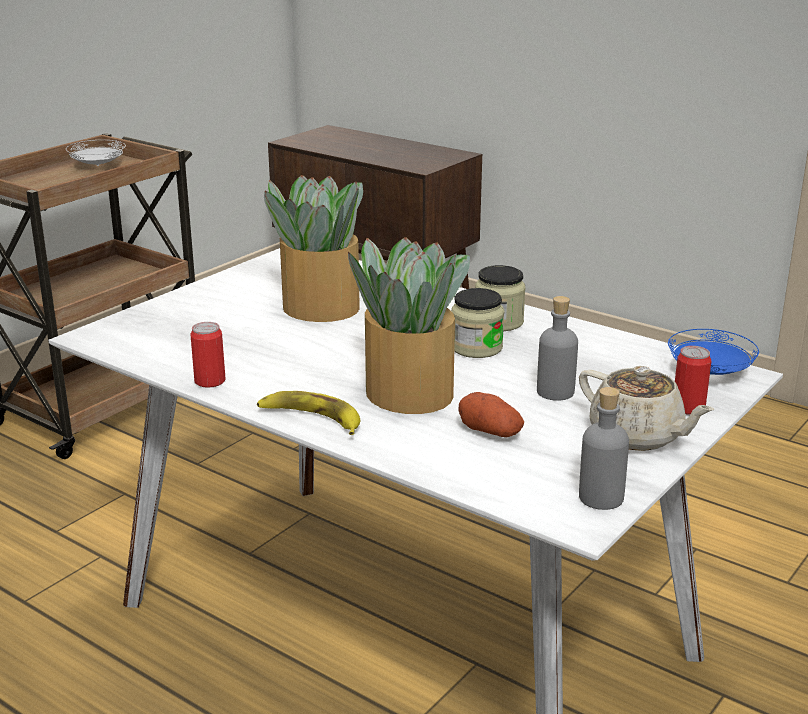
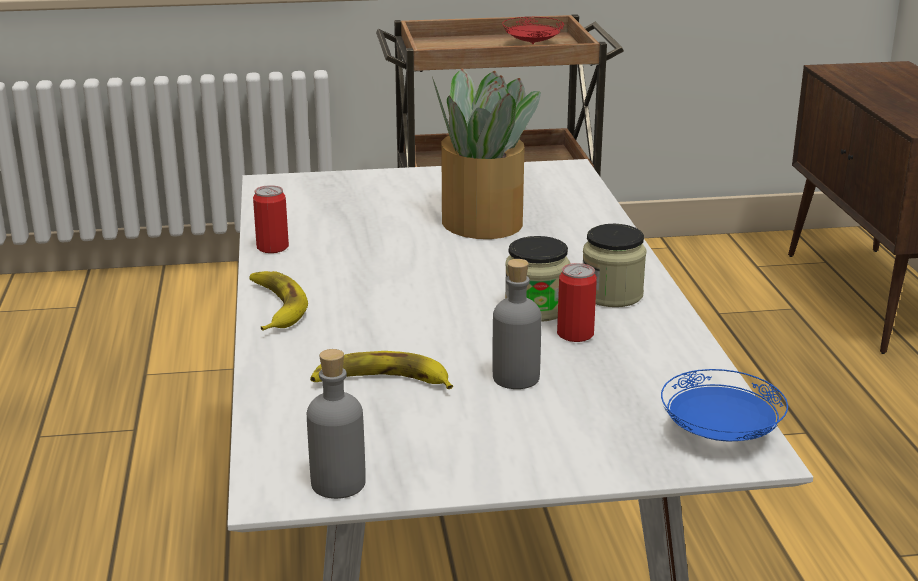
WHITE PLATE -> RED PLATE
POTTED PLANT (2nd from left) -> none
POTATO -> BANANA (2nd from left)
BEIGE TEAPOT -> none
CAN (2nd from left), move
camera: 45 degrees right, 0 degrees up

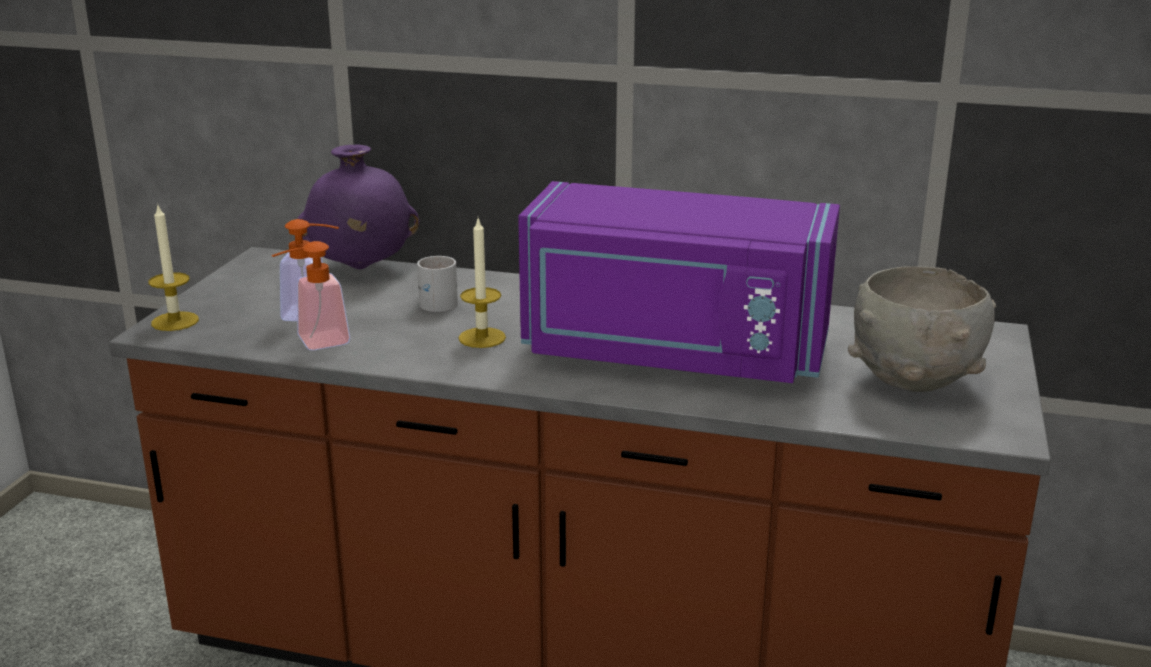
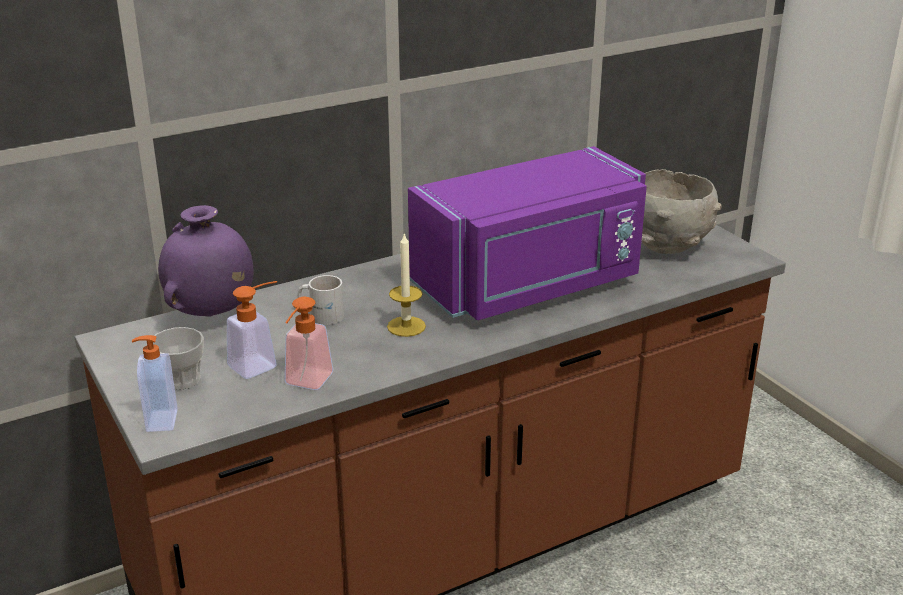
CANDLE (1st from left) -> SOAP DISPENSER (1st from left)
none -> CUP
camera: 45 degrees left, 5 degrees up

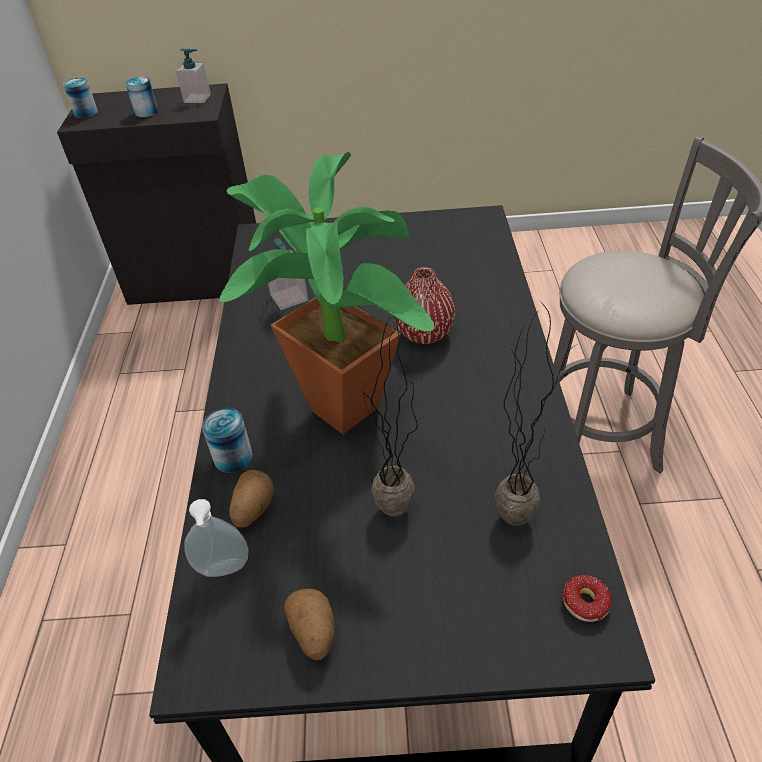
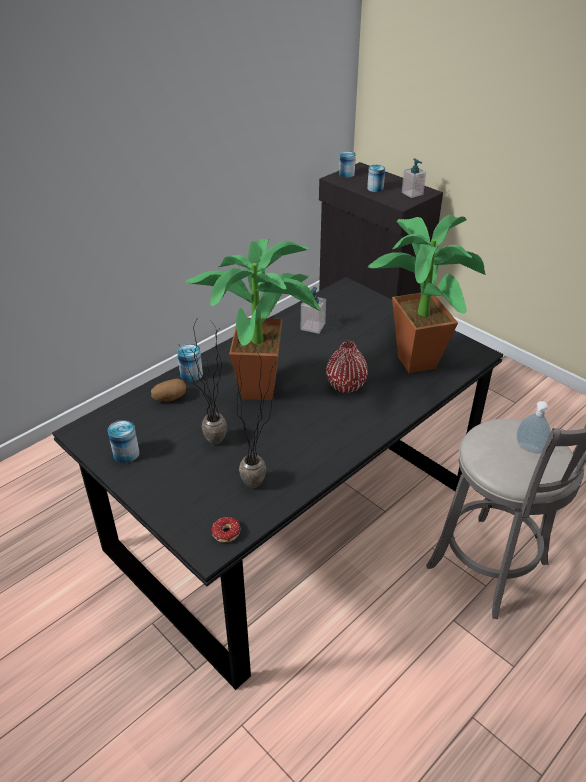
SOAP DISPENSER (2nd from left in the first image) -> SOAP DISPENSER (3rd from left), move
POTATO (2nd from left) -> CAN (1st from left)
none -> POTTED PLANT (4th from left)
camera: 45 degrees right, 5 degrees down

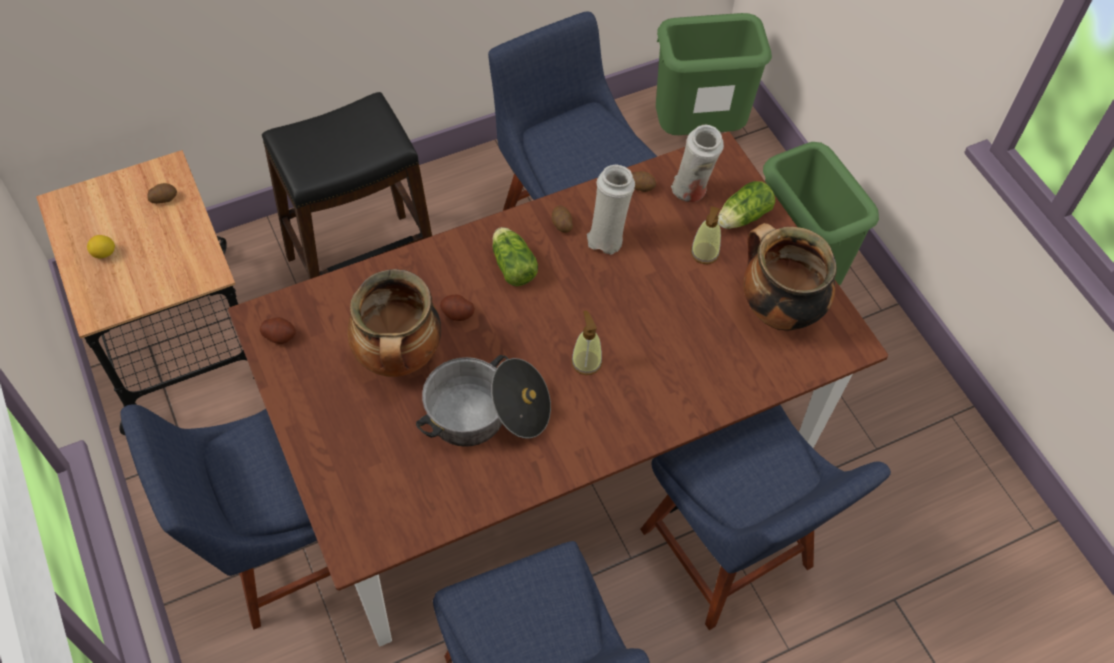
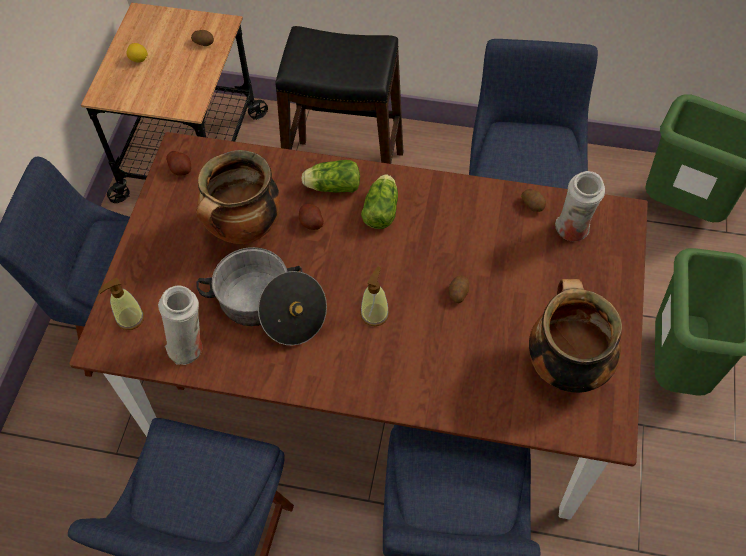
POTATO (4th from left), move
WHITE VASE (1st from left), move
SOAP DISPENSER (2nd from left in the first image) -> SOAP DISPENSER (1st from left), move
LETTUCE (2nd from left in the first image) -> LETTUCE (1st from left), move
camera: 40 degrees right, 0 degrees up

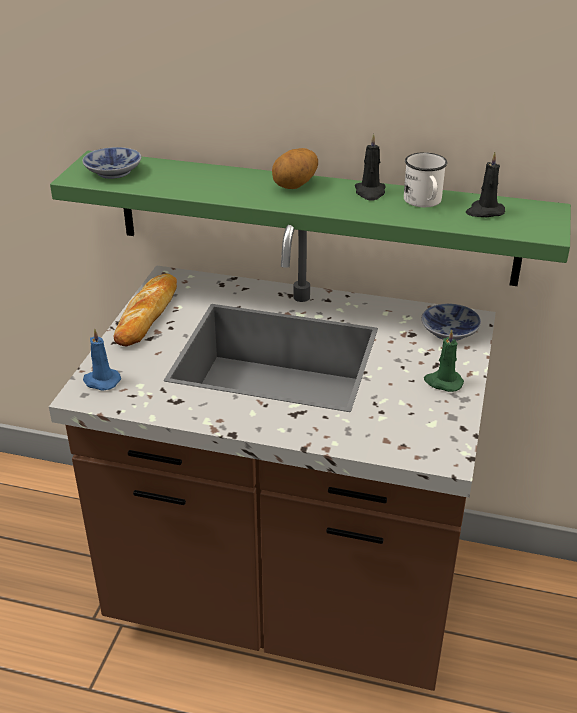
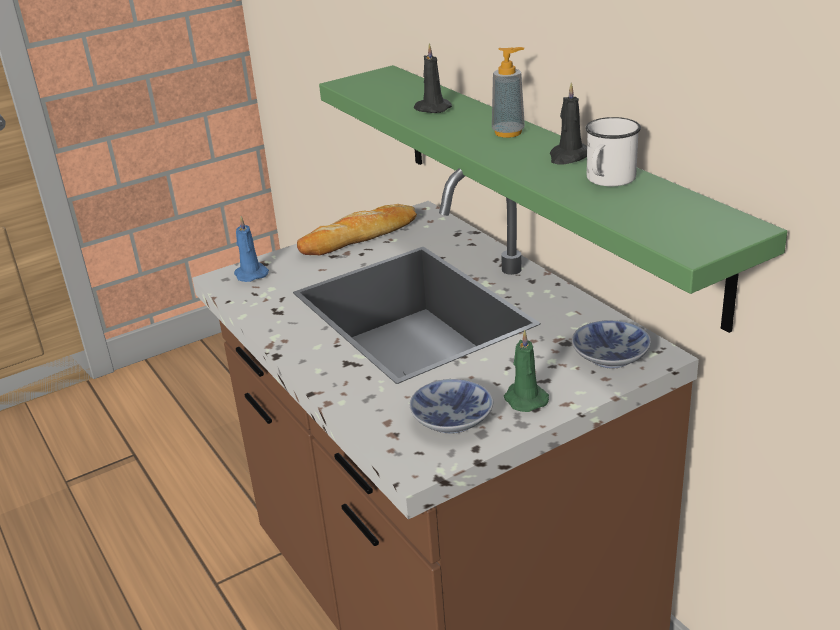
BOWL (1st from left), move
POTATO -> SOAP DISPENSER
BLACK CANDLE (2nd from left in the first image) -> BLACK CANDLE (1st from left), move
camera: 45 degrees right, 5 degrees down

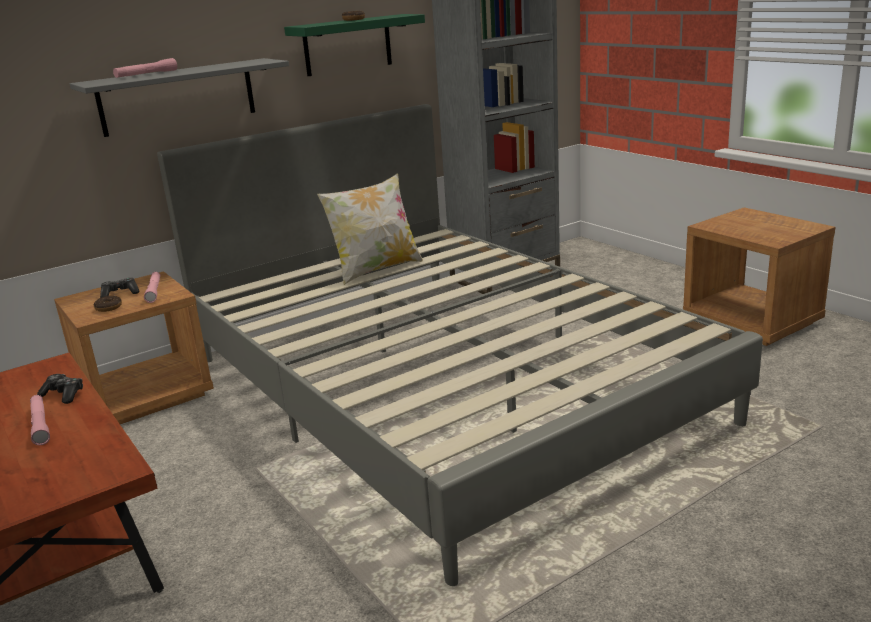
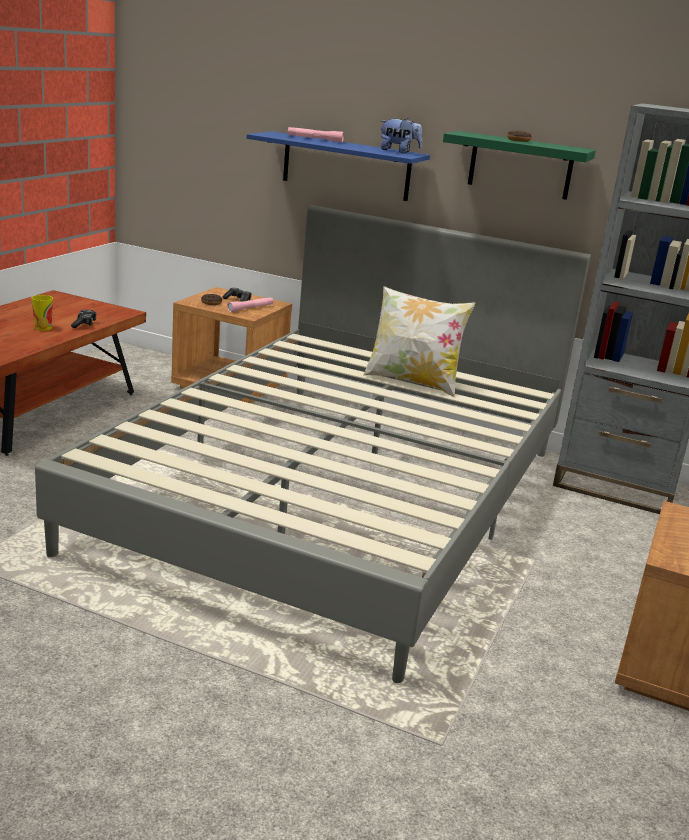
PINK FLASHLIGHT (1st from left) -> CUP
GREY SHELF -> BLUE SHELF
none -> PLUSH TOY
camera: 55 degrees right, 0 degrees up

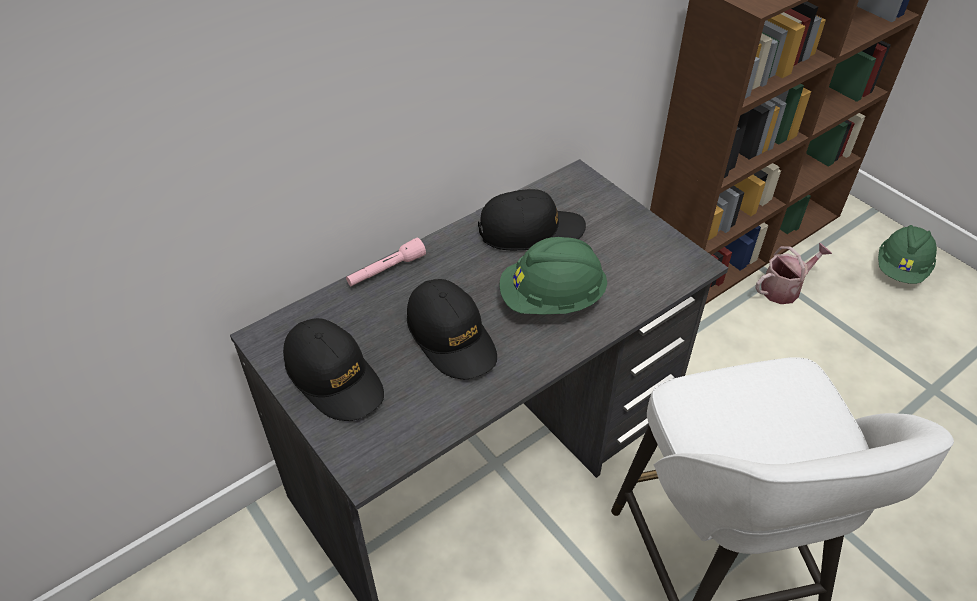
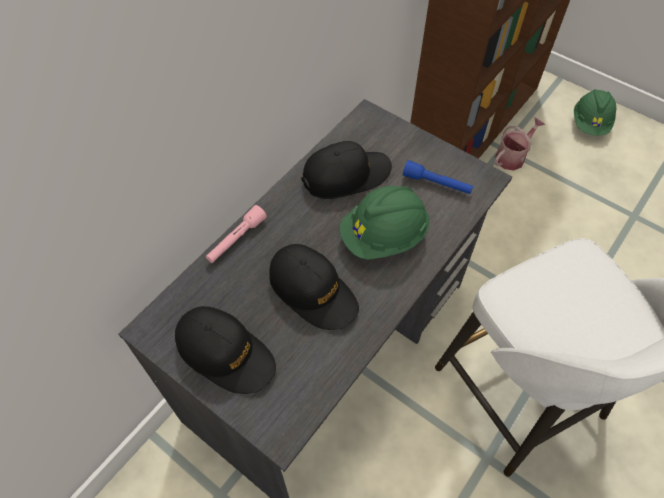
none -> BLUE FLASHLIGHT
camera: 15 degrees left, 10 degrees up

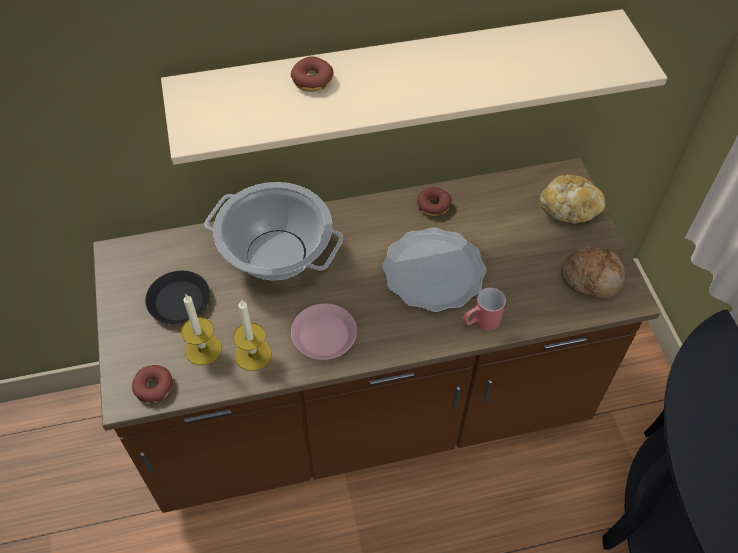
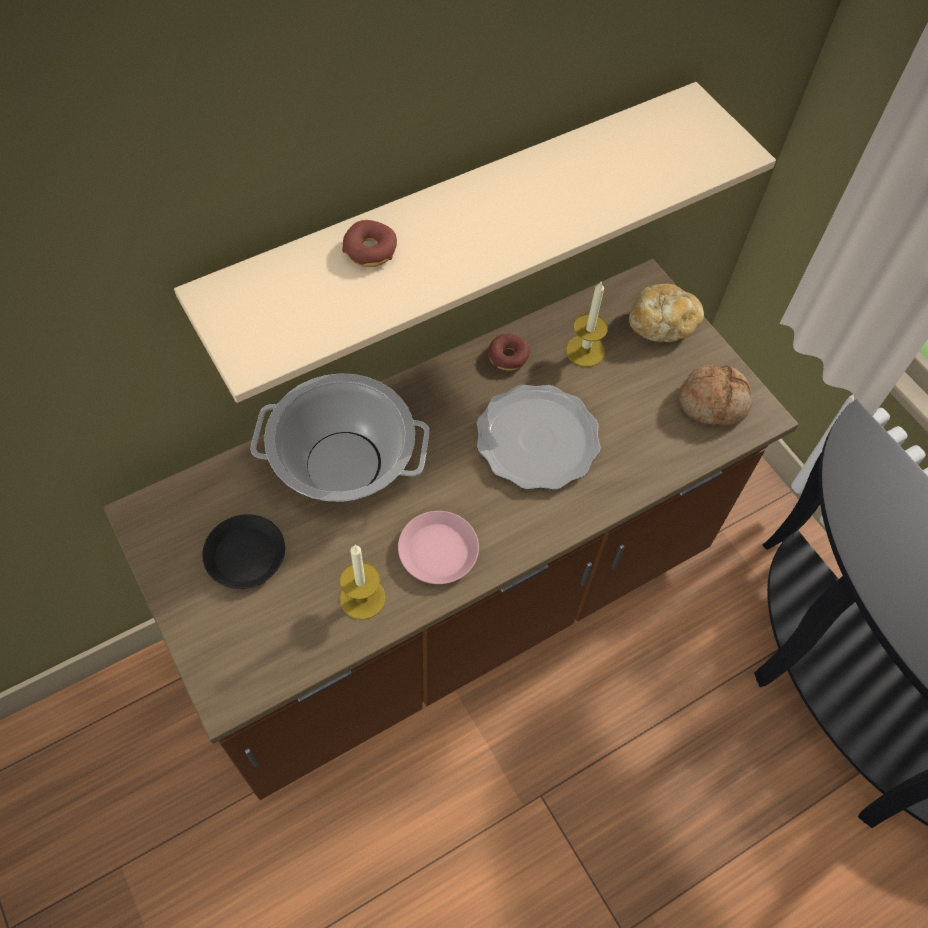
DONUT (1st from left) -> none
CANDLE (1st from left in the first image) -> CANDLE (2nd from left), move
RED MUG -> none
camera: 20 degrees left, 5 degrees up

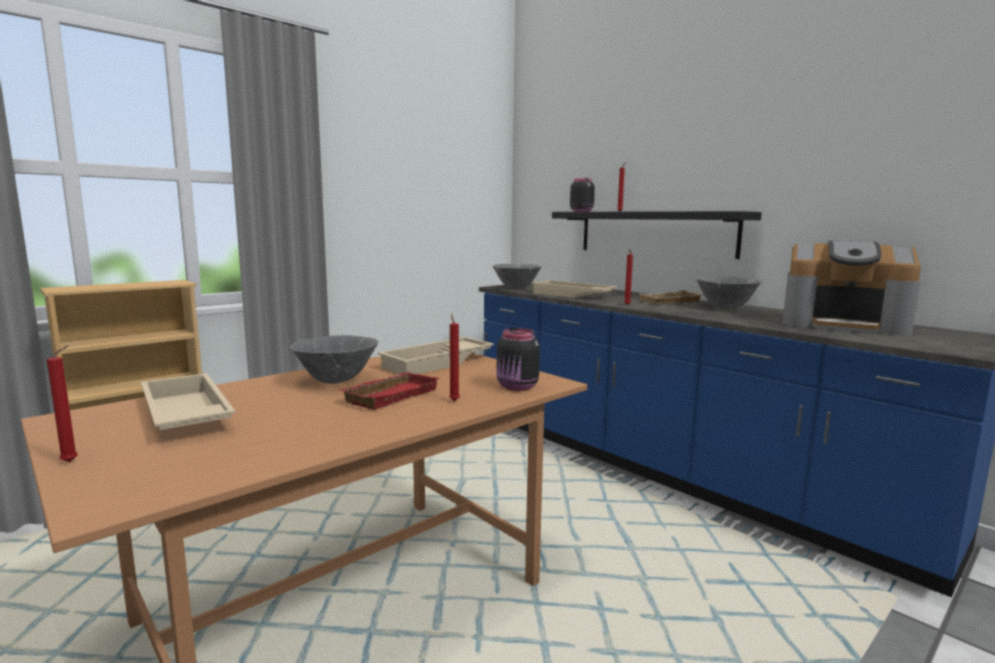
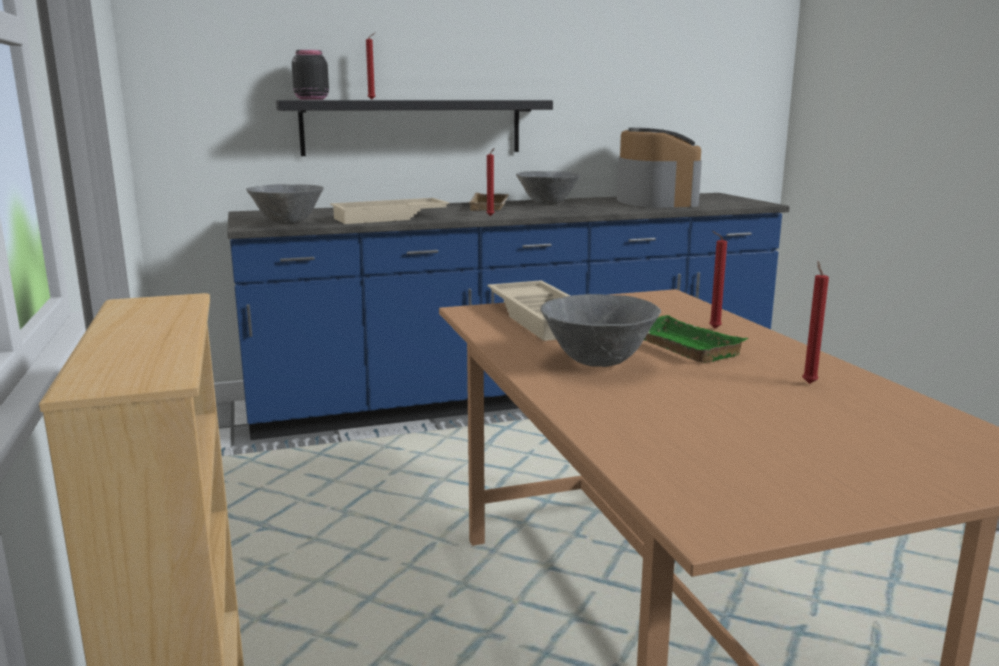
RED CANDLE (1st from left in the first image) -> RED CANDLE (4th from left), move
BEIGE TRAY (1st from left) -> none
RED TRAY -> GREEN TRAY
BLACK JAR (1st from left) -> none
COFFEE MACHINE, 60 degrees counterclockwise
camera: 65 degrees left, 5 degrees up

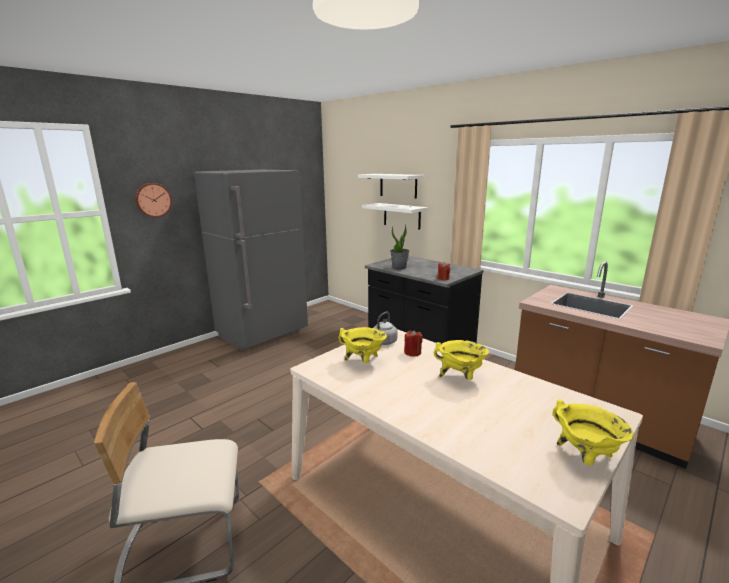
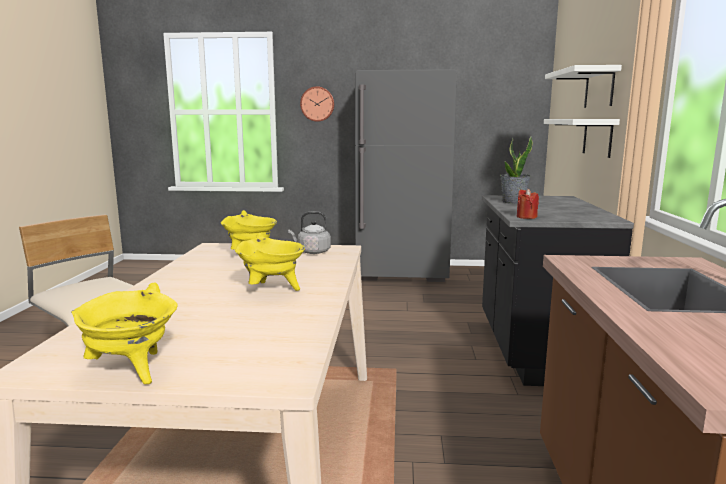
RED CANDLE (1st from left) -> none
camera: 50 degrees right, 5 degrees down

